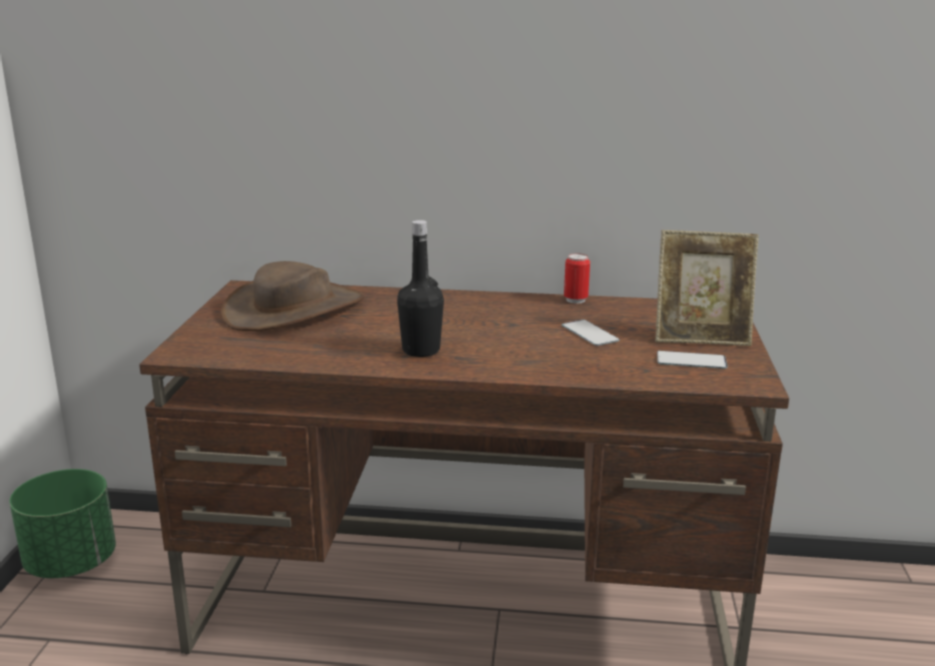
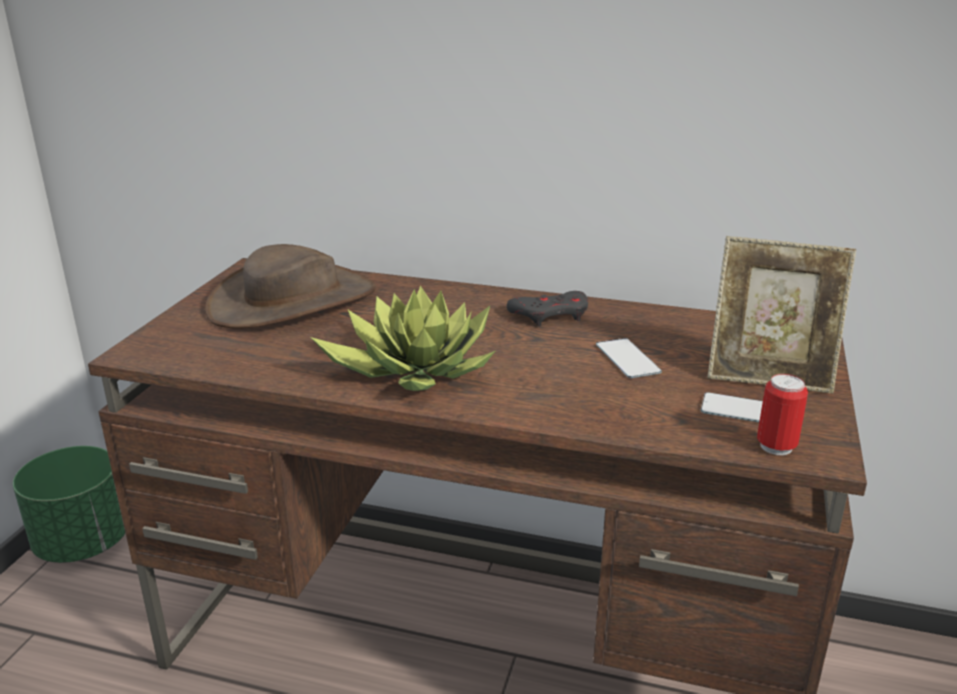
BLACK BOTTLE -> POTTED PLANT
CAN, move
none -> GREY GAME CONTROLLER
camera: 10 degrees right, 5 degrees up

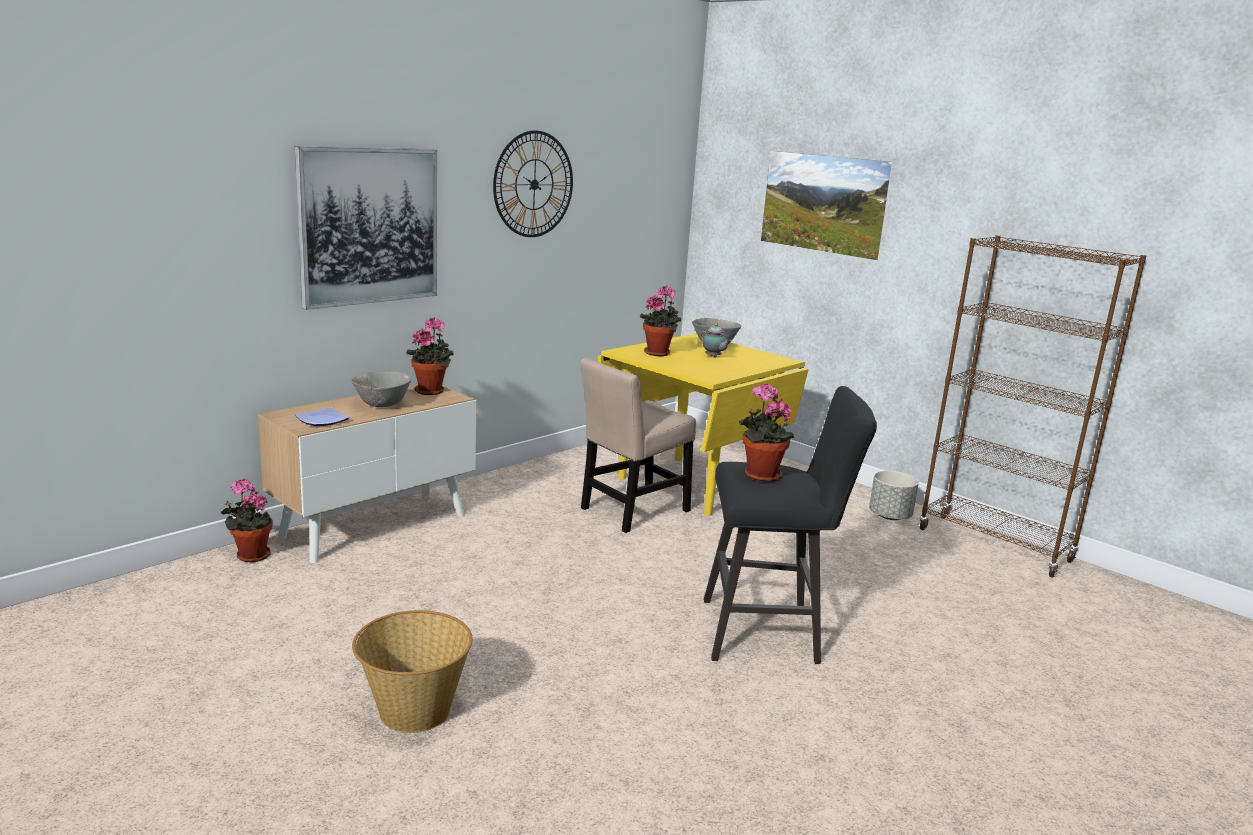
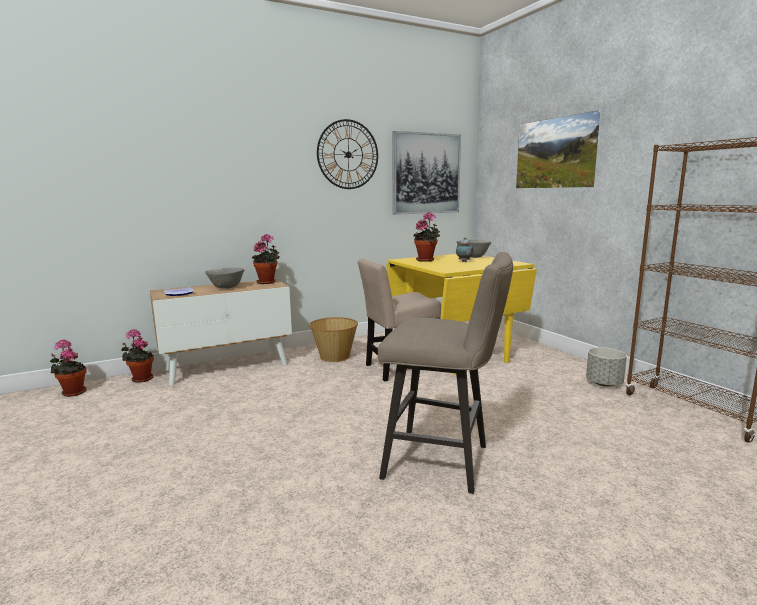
PICTURE (1st from left), move
BASKET, move
BLACK STOOL -> BEIGE STOOL
POTTED PLANT (4th from left in the first image) -> POTTED PLANT (1st from left), move
camera: 20 degrees right, 5 degrees down

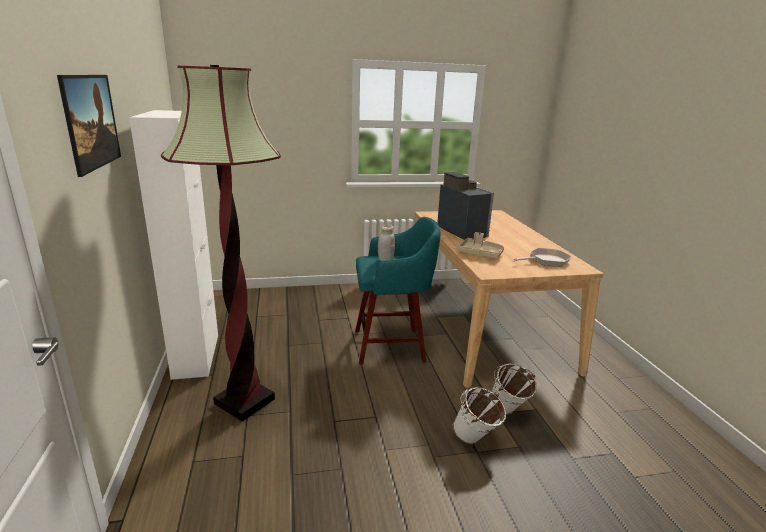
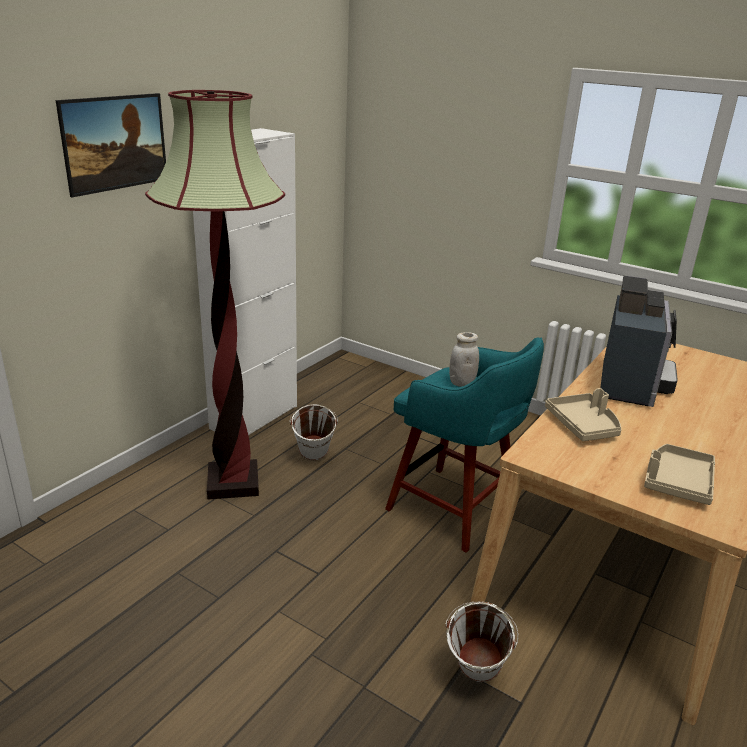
WHITE BUCKET (1st from left), move
FRYING PAN -> BEIGE TRAY (2nd from left)
camera: 45 degrees right, 5 degrees up

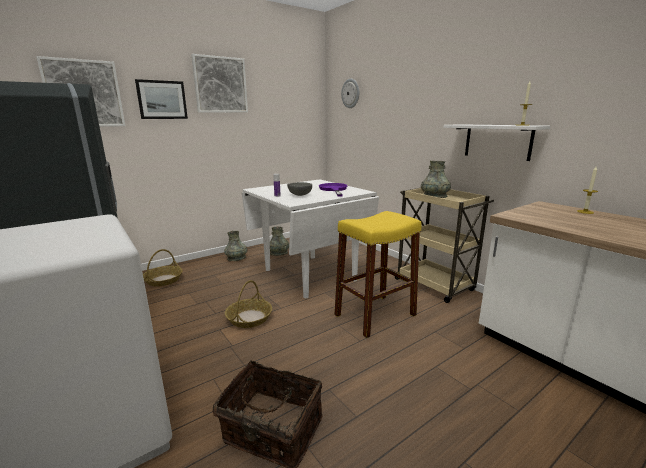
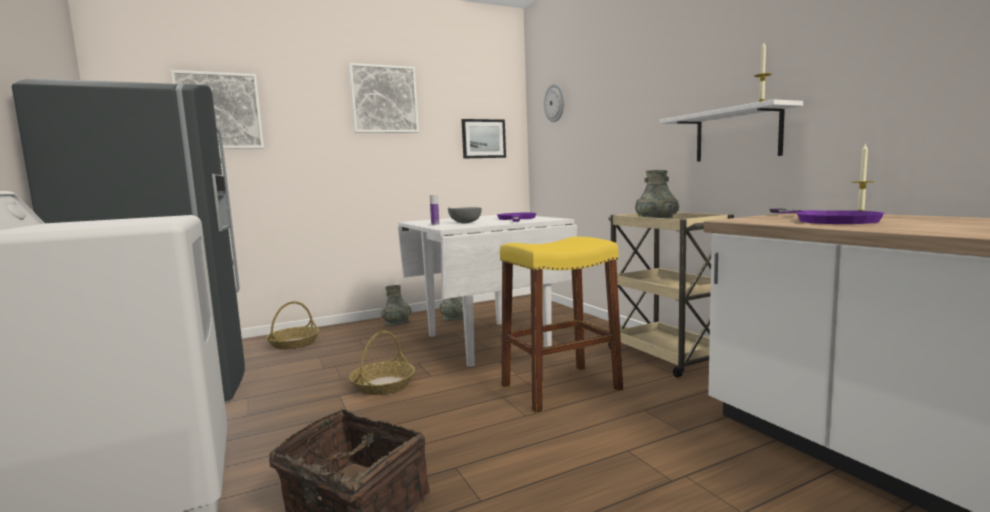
PICTURE (2nd from left in the first image) -> PICTURE (3rd from left), move
none -> PURPLE FRYING PAN (2nd from left)
camera: 10 degrees right, 10 degrees down

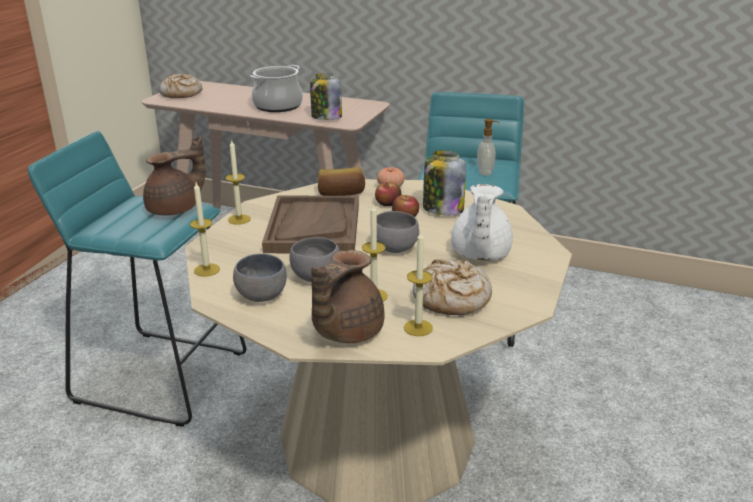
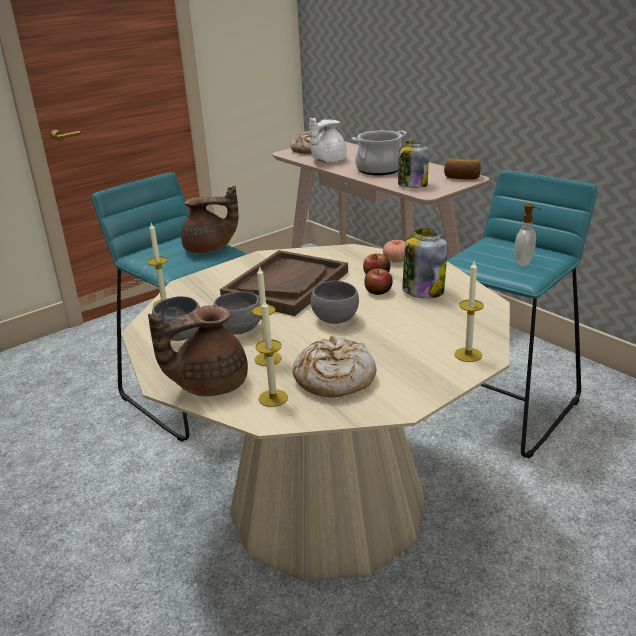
CANDLE (2nd from left in the first image) -> CANDLE (4th from left), move
BREAD (2nd from left in the first image) -> BREAD (3rd from left), move
WHITE TEAPOT, move
camera: 30 degrees right, 0 degrees up

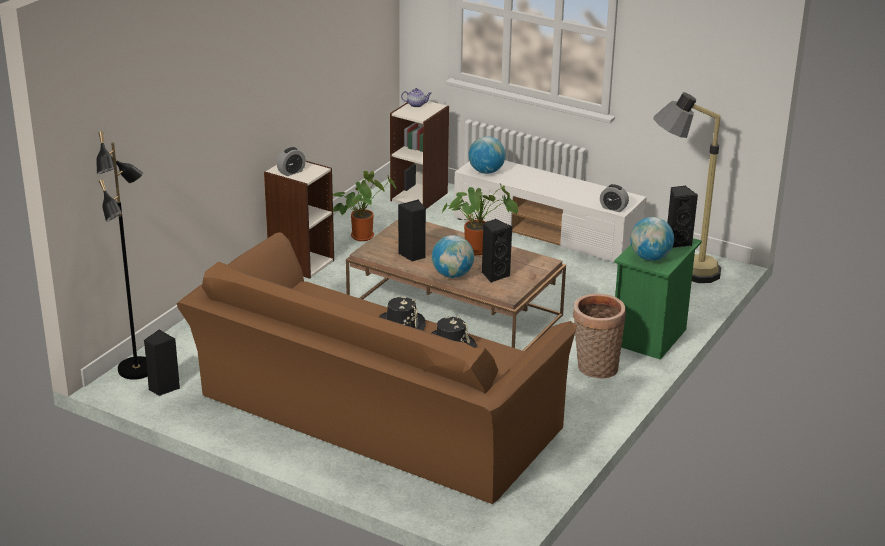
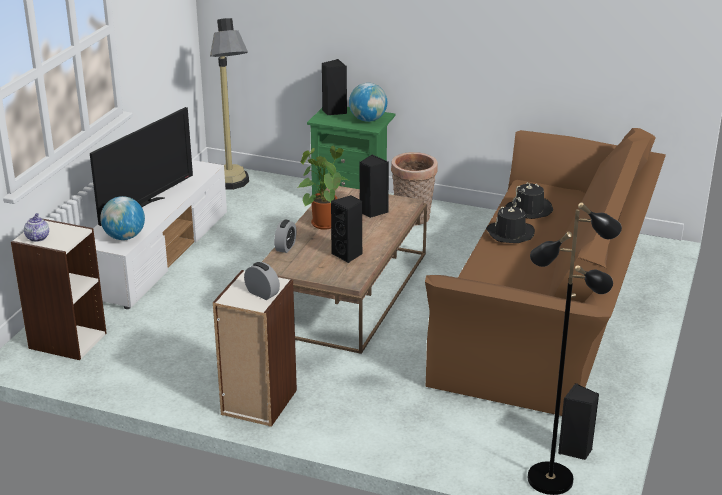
POTTED PLANT (1st from left) -> none
GLOBE (1st from left) -> none
ALARM CLOCK (2nd from left), move
none -> TELEVISION
camera: 100 degrees left, 0 degrees up

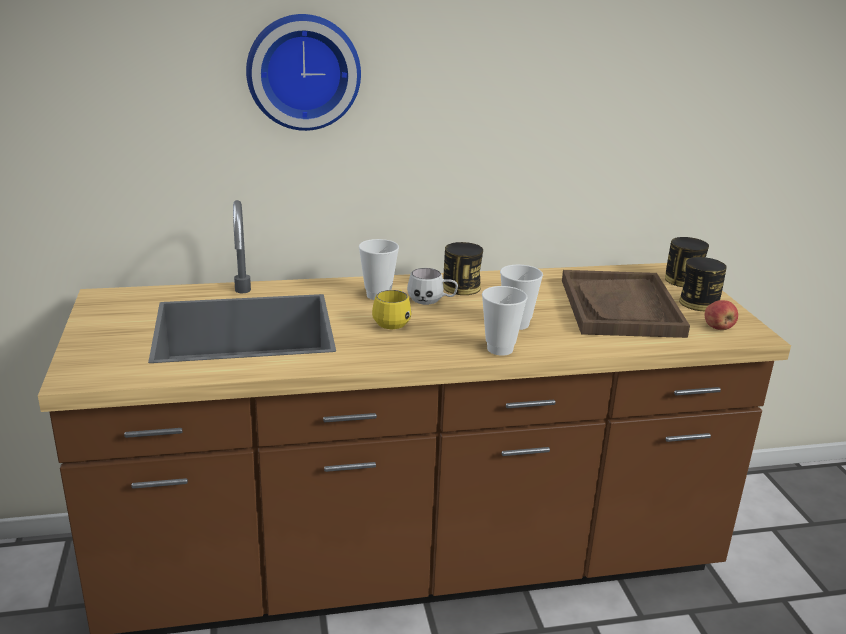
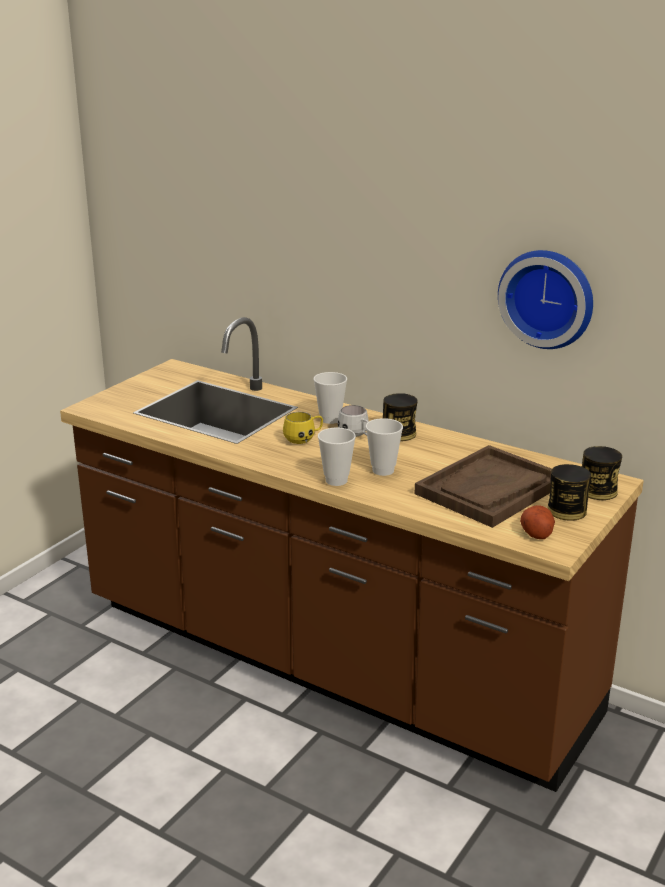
WALL CLOCK, move
APPLE -> POTATO
camera: 45 degrees right, 0 degrees up

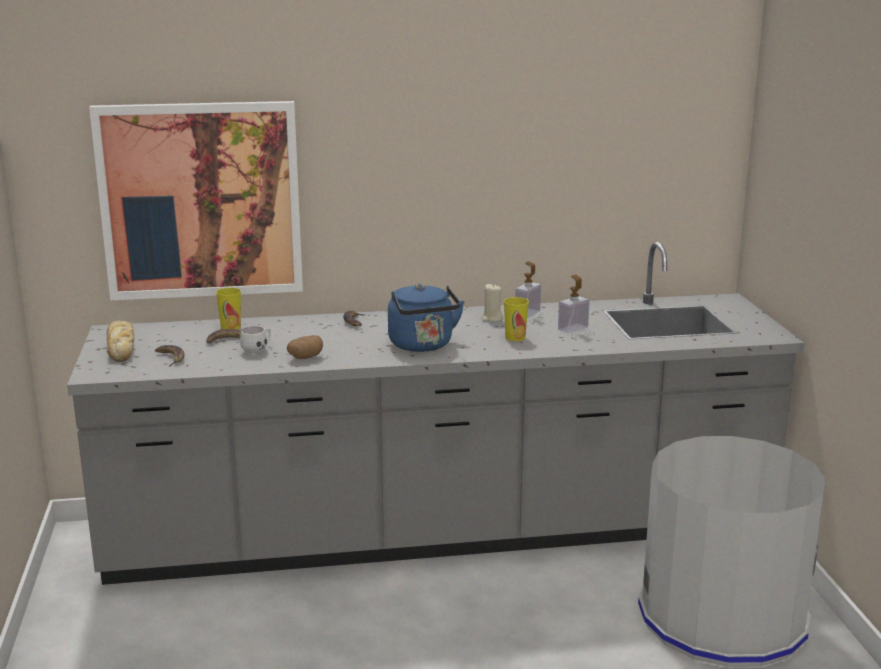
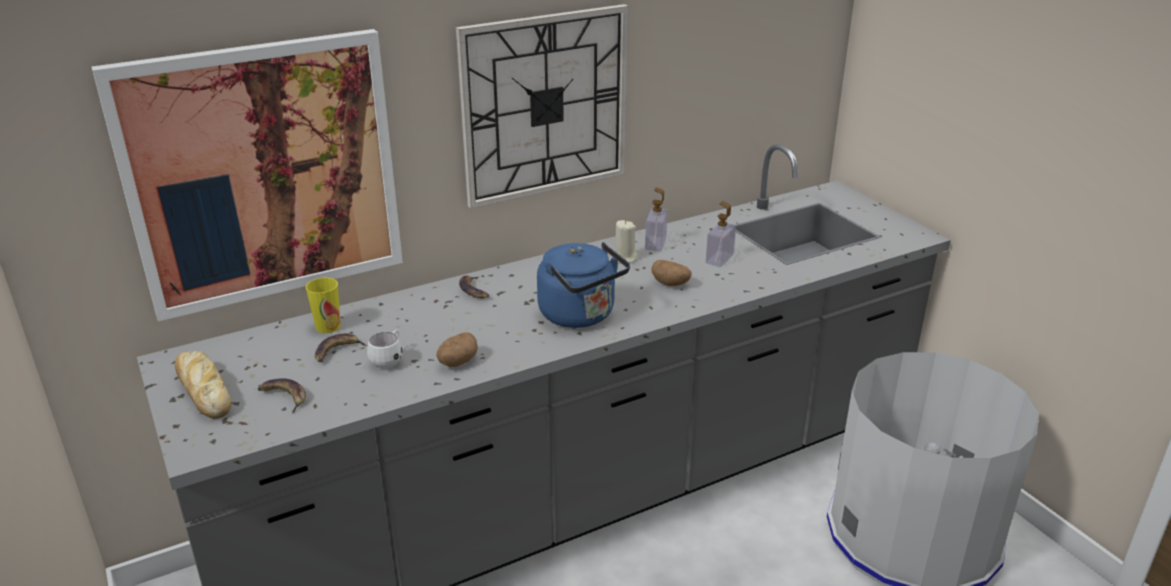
CUP (2nd from left) -> POTATO (2nd from left)
none -> WALL CLOCK
camera: 20 degrees left, 10 degrees up

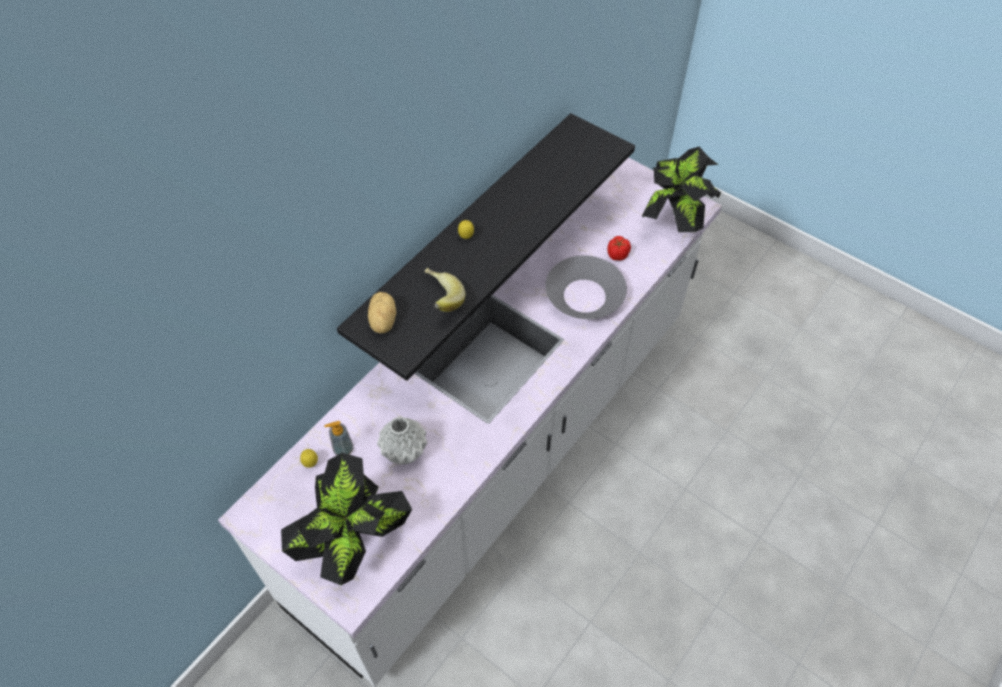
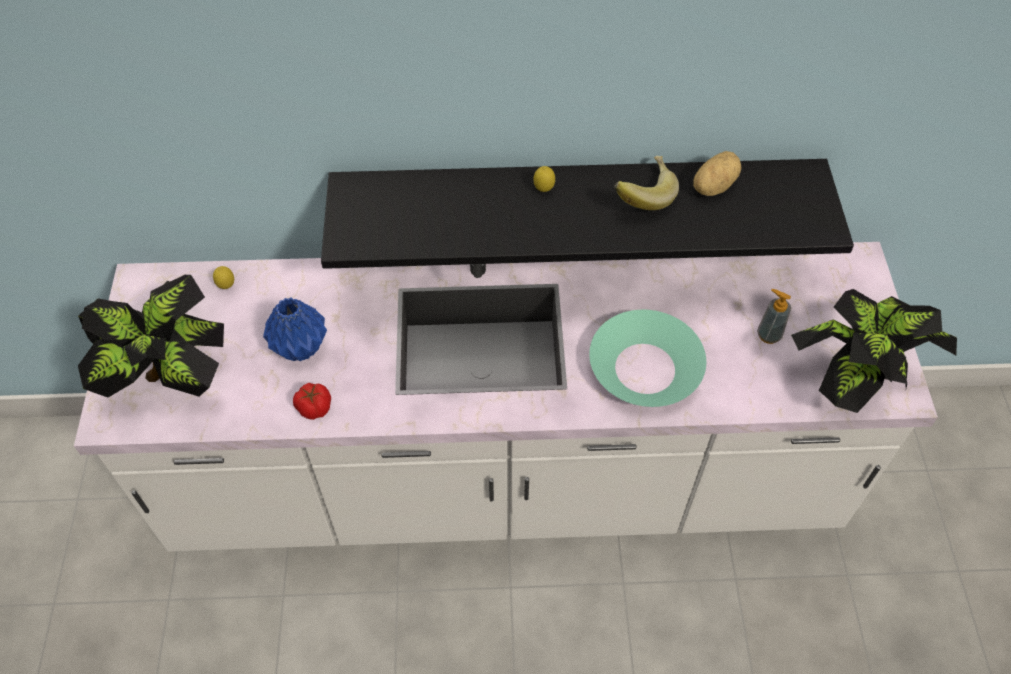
SOAP DISPENSER, move
POTATO, move
GREY VASE -> BLUE VASE
BANANA, move
GREY BOWL -> TURQUOISE BOWL
TOMATO, move
camera: 50 degrees right, 0 degrees up

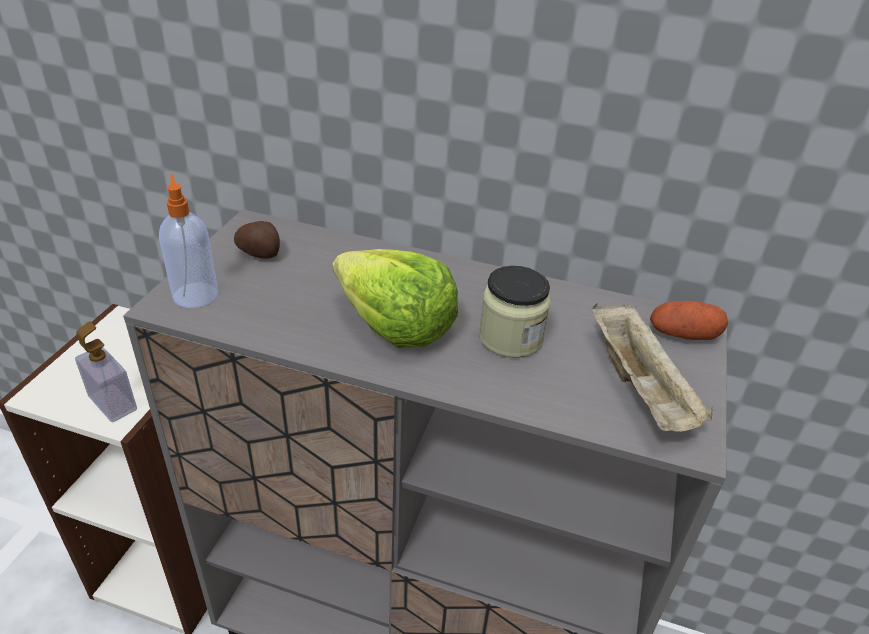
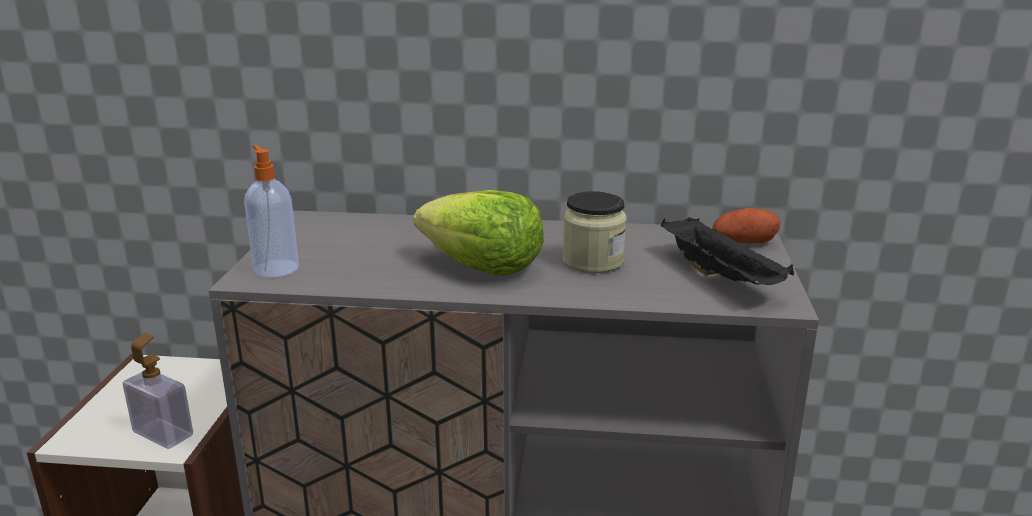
POTATO (1st from left) -> none
BEIGE TRAY -> BLACK TRAY
camera: 10 degrees left, 15 degrees down

